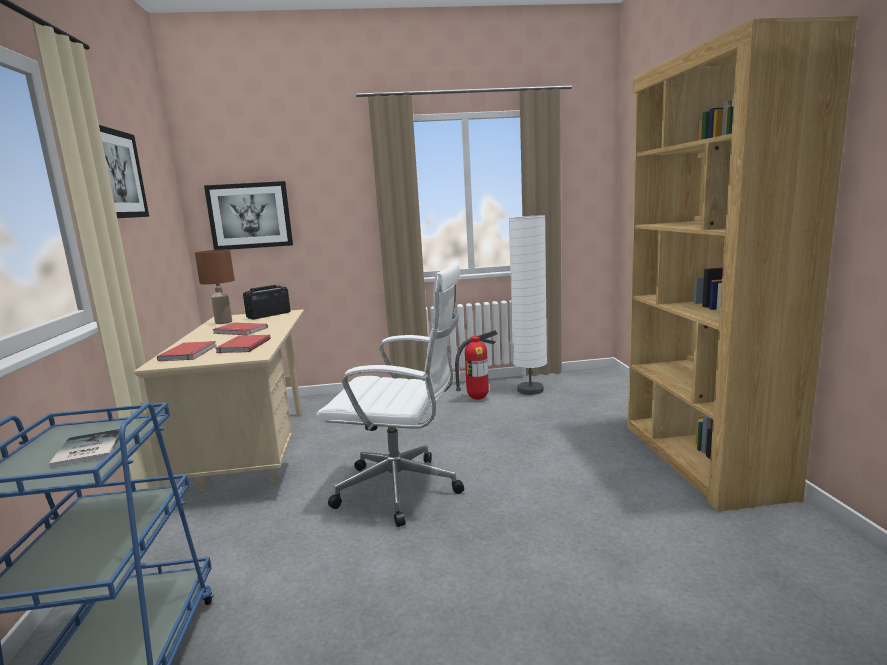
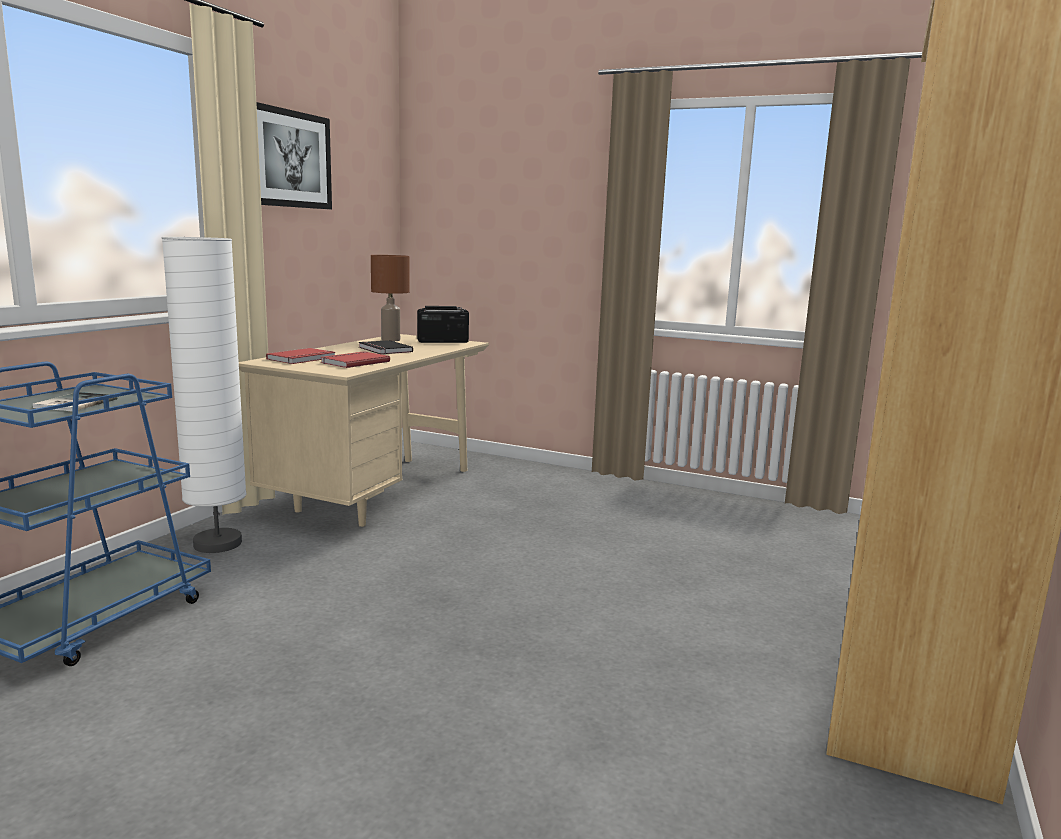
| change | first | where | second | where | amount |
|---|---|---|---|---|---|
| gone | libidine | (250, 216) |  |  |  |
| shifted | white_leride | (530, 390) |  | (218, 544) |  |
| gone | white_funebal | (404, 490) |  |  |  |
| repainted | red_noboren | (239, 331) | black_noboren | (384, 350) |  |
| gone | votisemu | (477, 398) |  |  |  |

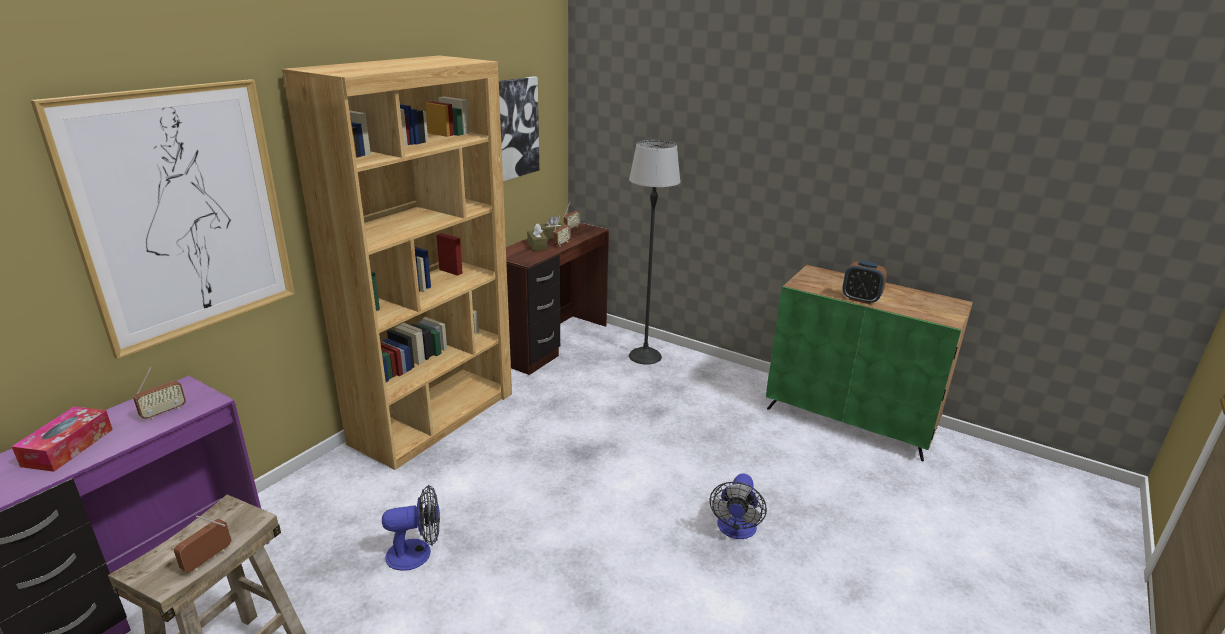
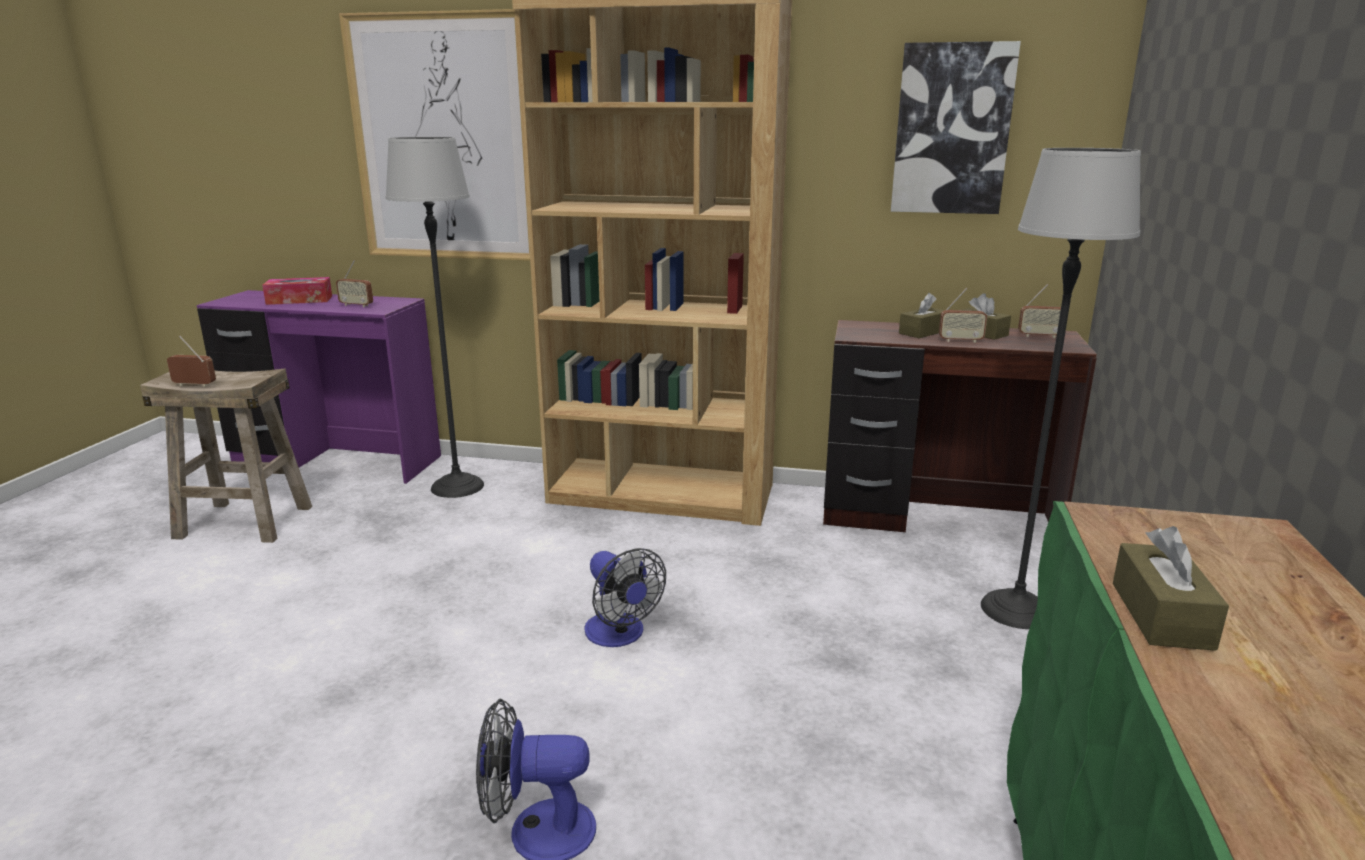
| change | first | where | second | where | amount |
|---|---|---|---|---|---|
| swapped | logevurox | (860, 299) | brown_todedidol | (1161, 615) |  |
| shifted | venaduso | (417, 553) |  | (620, 635) |  |
| new |  |  | leride | (458, 486) |  |

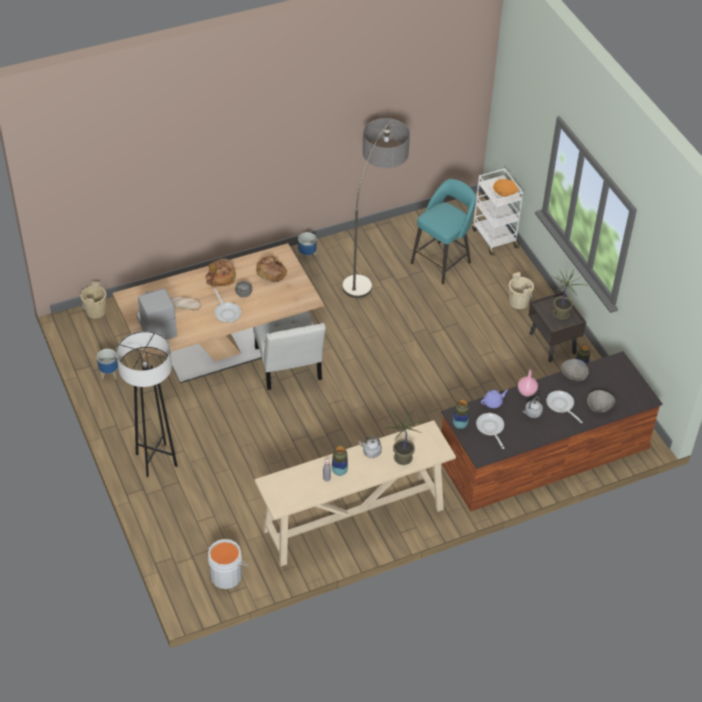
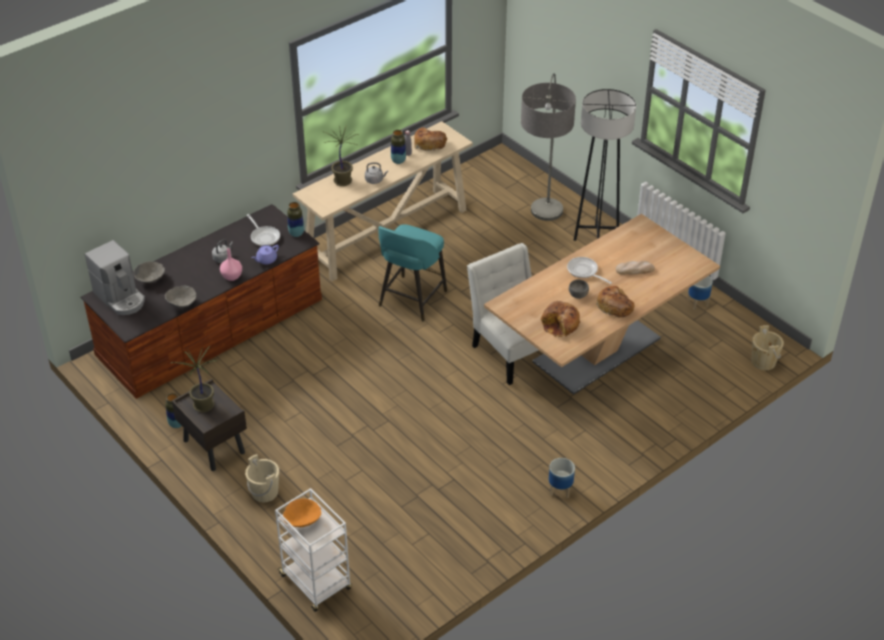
| change | first | where | second | where | amount |
|---|---|---|---|---|---|
| shifted | leride | (372, 265) |  | (542, 235) |  |
| shifted | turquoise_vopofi | (442, 262) |  | (411, 300) |  |
| shifted | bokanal | (155, 325) |  | (120, 297) |  |
| gone | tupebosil | (561, 405) |  |  |  |
| gone | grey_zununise | (227, 575) |  |  |  |
| new |  |  | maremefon | (429, 143) |  |

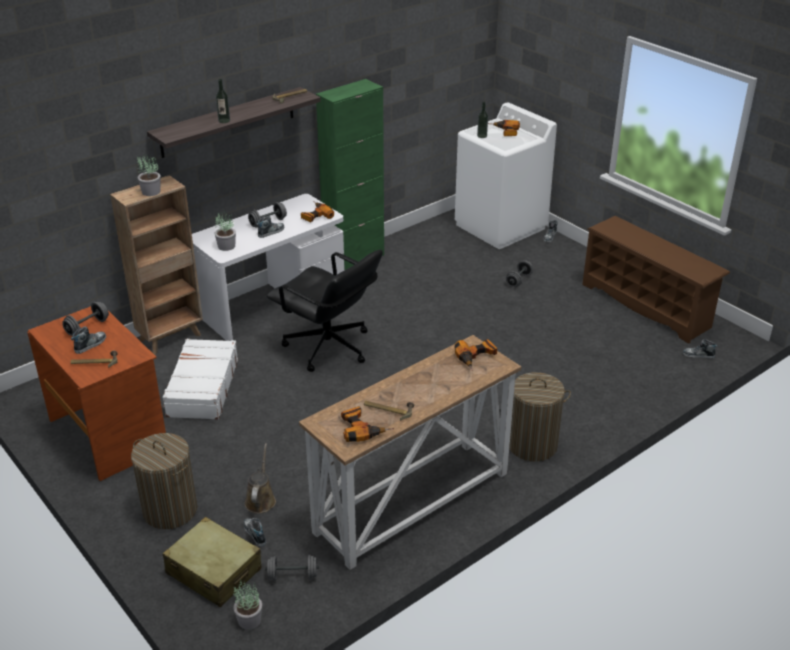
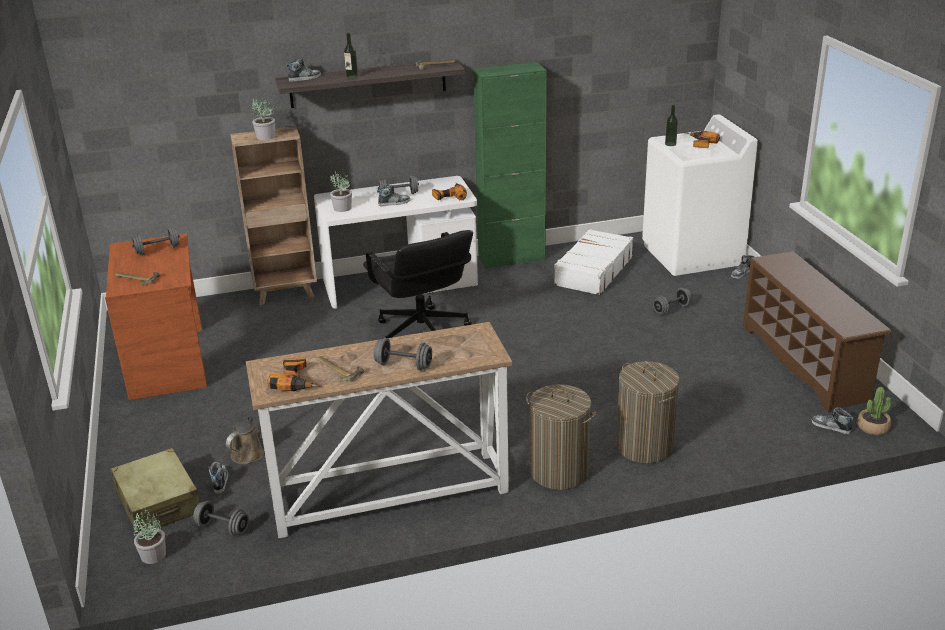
| change | first | where | second | where | amount |
|---|---|---|---|---|---|
| shifted | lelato | (90, 344) |  | (304, 78) |  |
| shifted | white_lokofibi | (202, 388) |  | (593, 271) |  |
| gone | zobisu | (477, 358) |  |  |  |
| shifted | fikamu | (170, 510) |  | (644, 446) |  |
| new |  |  | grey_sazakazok | (403, 365) |  |
| new |  |  | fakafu | (873, 427) |  |

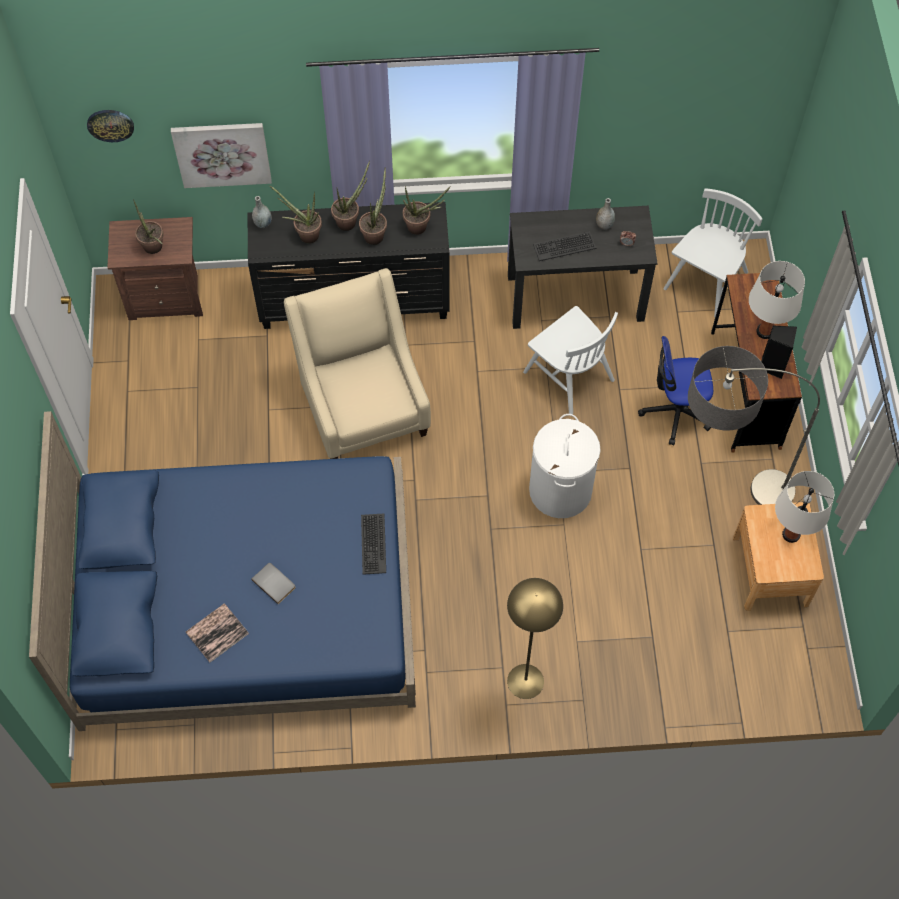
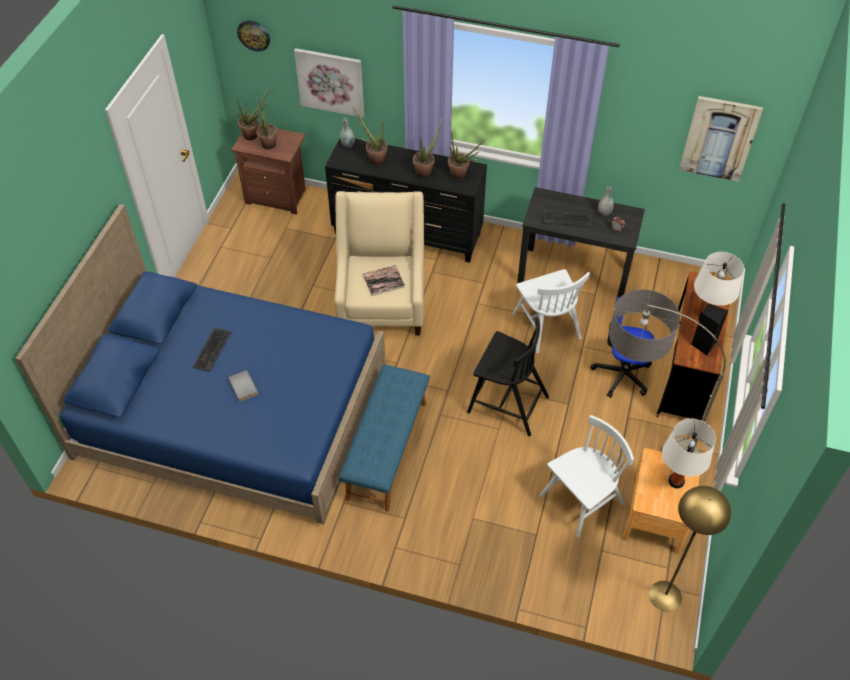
| change | first | where | second | where | amount |
|---|---|---|---|---|---|
| shifted | fakafu | (350, 220) |  | (254, 135) |  |
| shifted | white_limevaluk | (706, 281) |  | (581, 500) |  |
| swapped | white_fikamu | (560, 491) | black_limevaluk | (506, 404) |  |
| shifted | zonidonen | (373, 544) |  | (211, 349) |  |
| shifted | yellow_leride | (525, 681) |  | (665, 596) |  |
| shifted | noboren | (217, 633) |  | (383, 280) |  |
| new |  |  | libidine | (719, 138) |  |
| new |  |  | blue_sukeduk | (386, 450) |  |

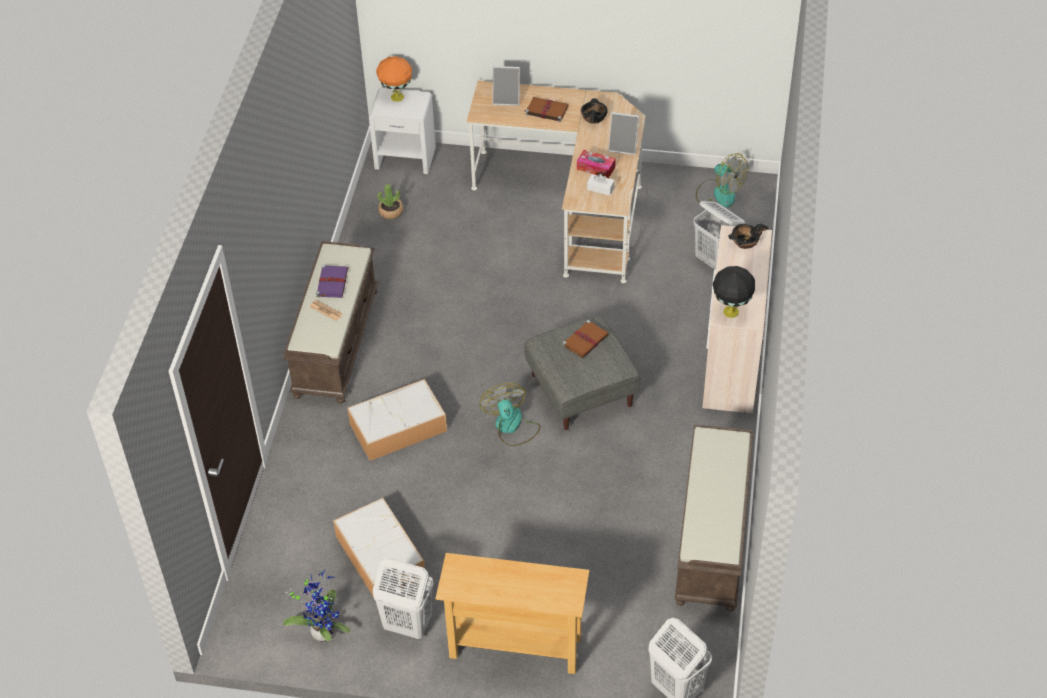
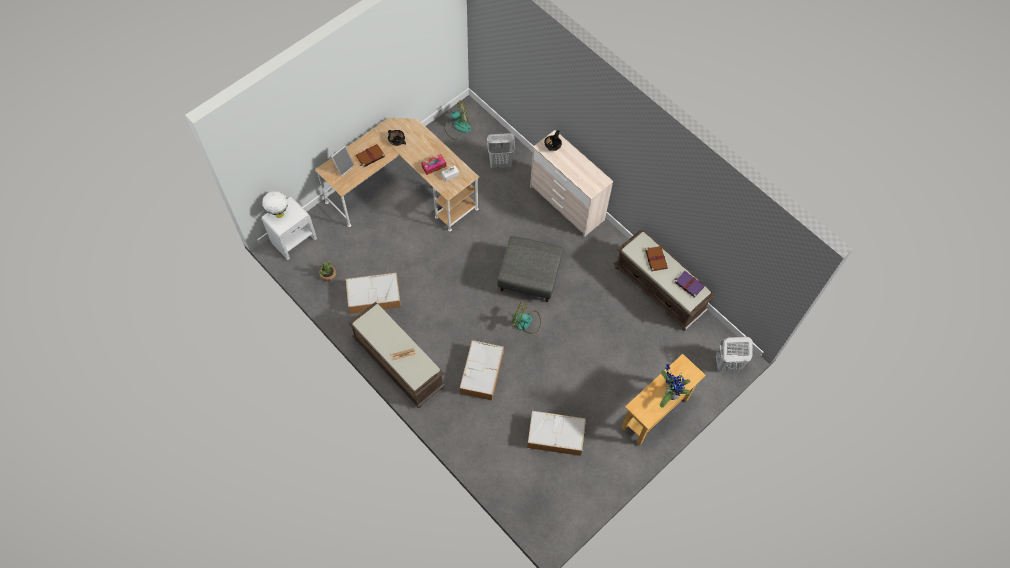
| change | first | where | second | where | amount |
|---|---|---|---|---|---|
| repainted | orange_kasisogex | (396, 97) | white_kasisogex | (279, 214) |  |
| gone | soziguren | (623, 147) |  |  |  |
| shifted | purple_noboren | (332, 282) |  | (688, 284) |  |
| gone | black_kasisogex | (731, 311) |  |  |  |
| shifted | brown_noboren | (586, 340) |  | (655, 258) |  |
| gone | white_fikamu | (407, 625) |  |  |  |
| shifted | fakafu | (323, 631) |  | (670, 393) |  |
| new |  |  | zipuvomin | (374, 296) |  |

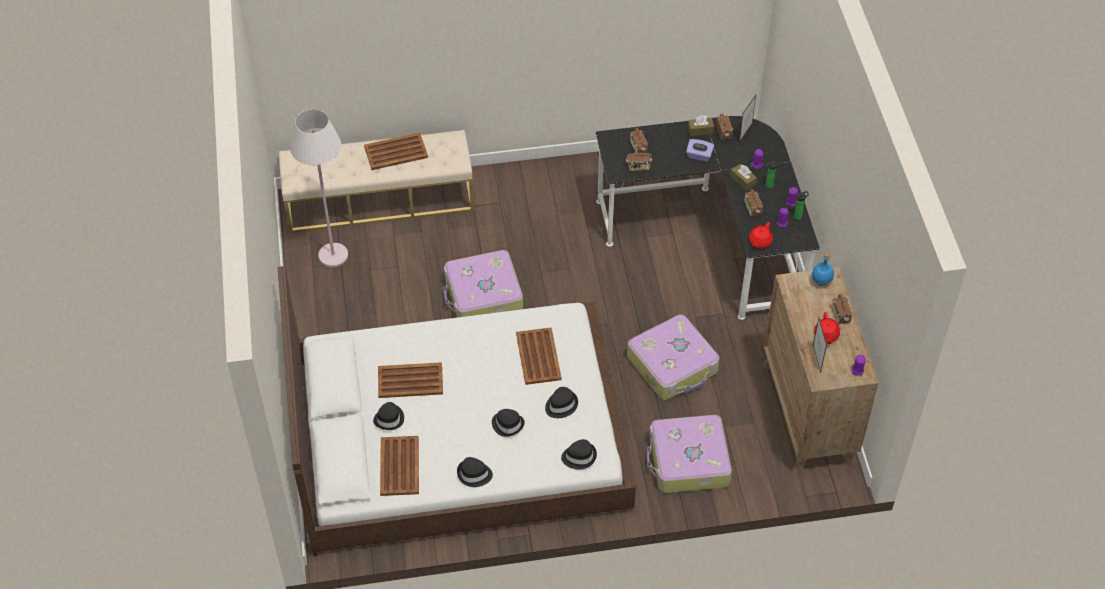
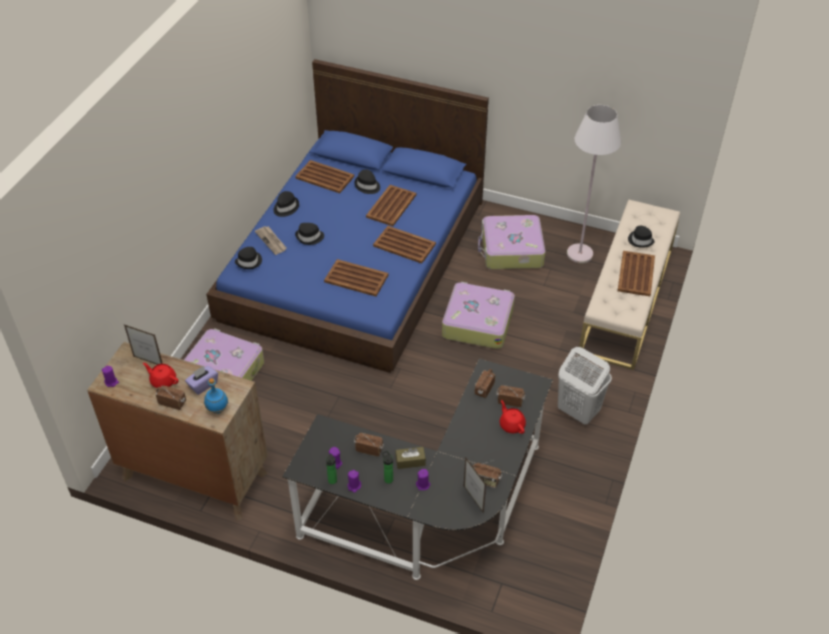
| change | first | where | second | where | amount |
|---|---|---|---|---|---|
| gone | brown_todedidol | (700, 130) |  |  |  |
| shifted | purple_todedidol | (699, 156) |  | (203, 385) |  |
| shifted | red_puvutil | (759, 242) |  | (511, 425) |  |
| repainted | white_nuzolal | (459, 436) | blue_nuzolal | (355, 258) |  |
| shifted | lokofibi | (673, 365) |  | (511, 250) |  |
| shifted | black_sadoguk | (561, 405) |  | (640, 240) |  |
| new |  |  | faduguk | (271, 241) |  |
| new |  |  | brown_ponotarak | (404, 245) |  |
| new |  |  | white_fikamu | (577, 411) |  |

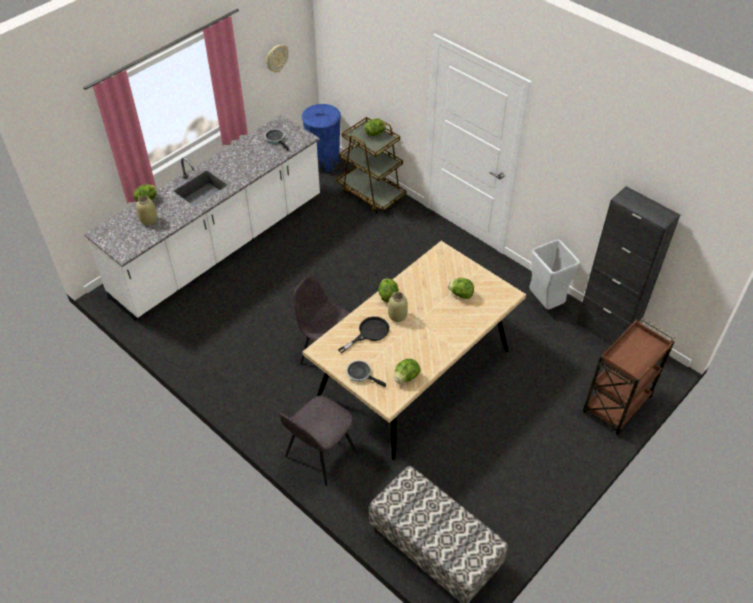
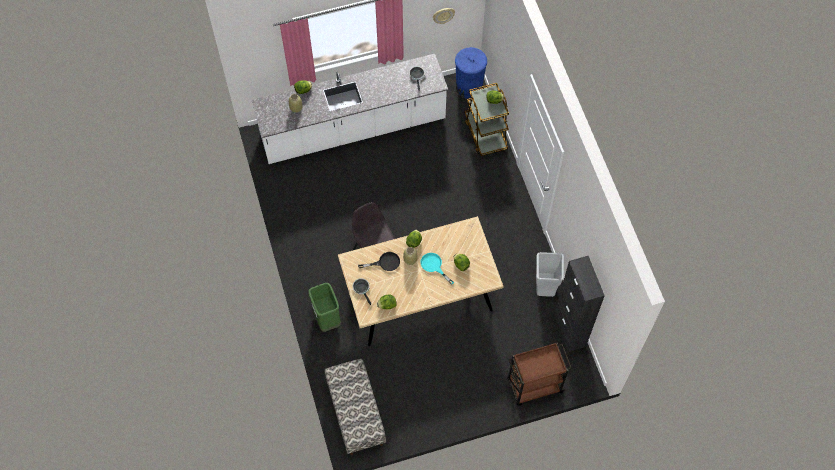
| change | first | where | second | where | amount |
|---|---|---|---|---|---|
| swapped | grey_limevaluk | (319, 455) | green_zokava | (327, 319) |  |
| new |  |  | turquoise_tupebosil | (434, 266) |  |

